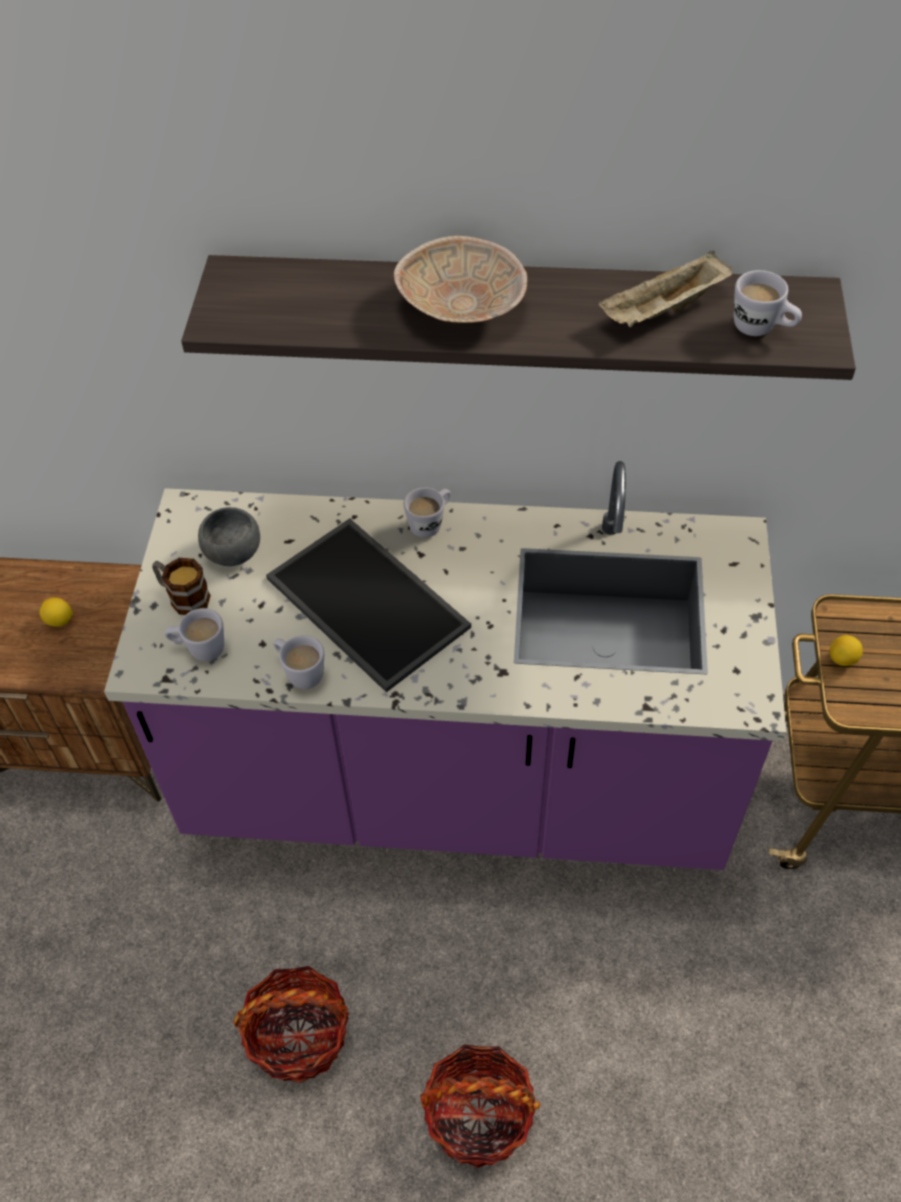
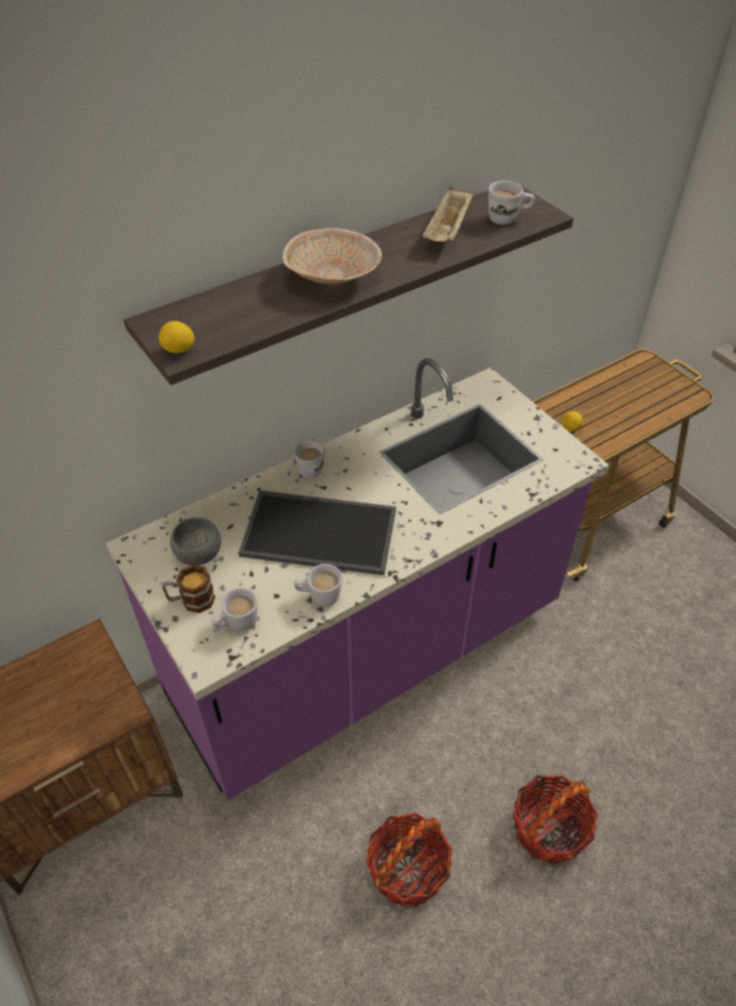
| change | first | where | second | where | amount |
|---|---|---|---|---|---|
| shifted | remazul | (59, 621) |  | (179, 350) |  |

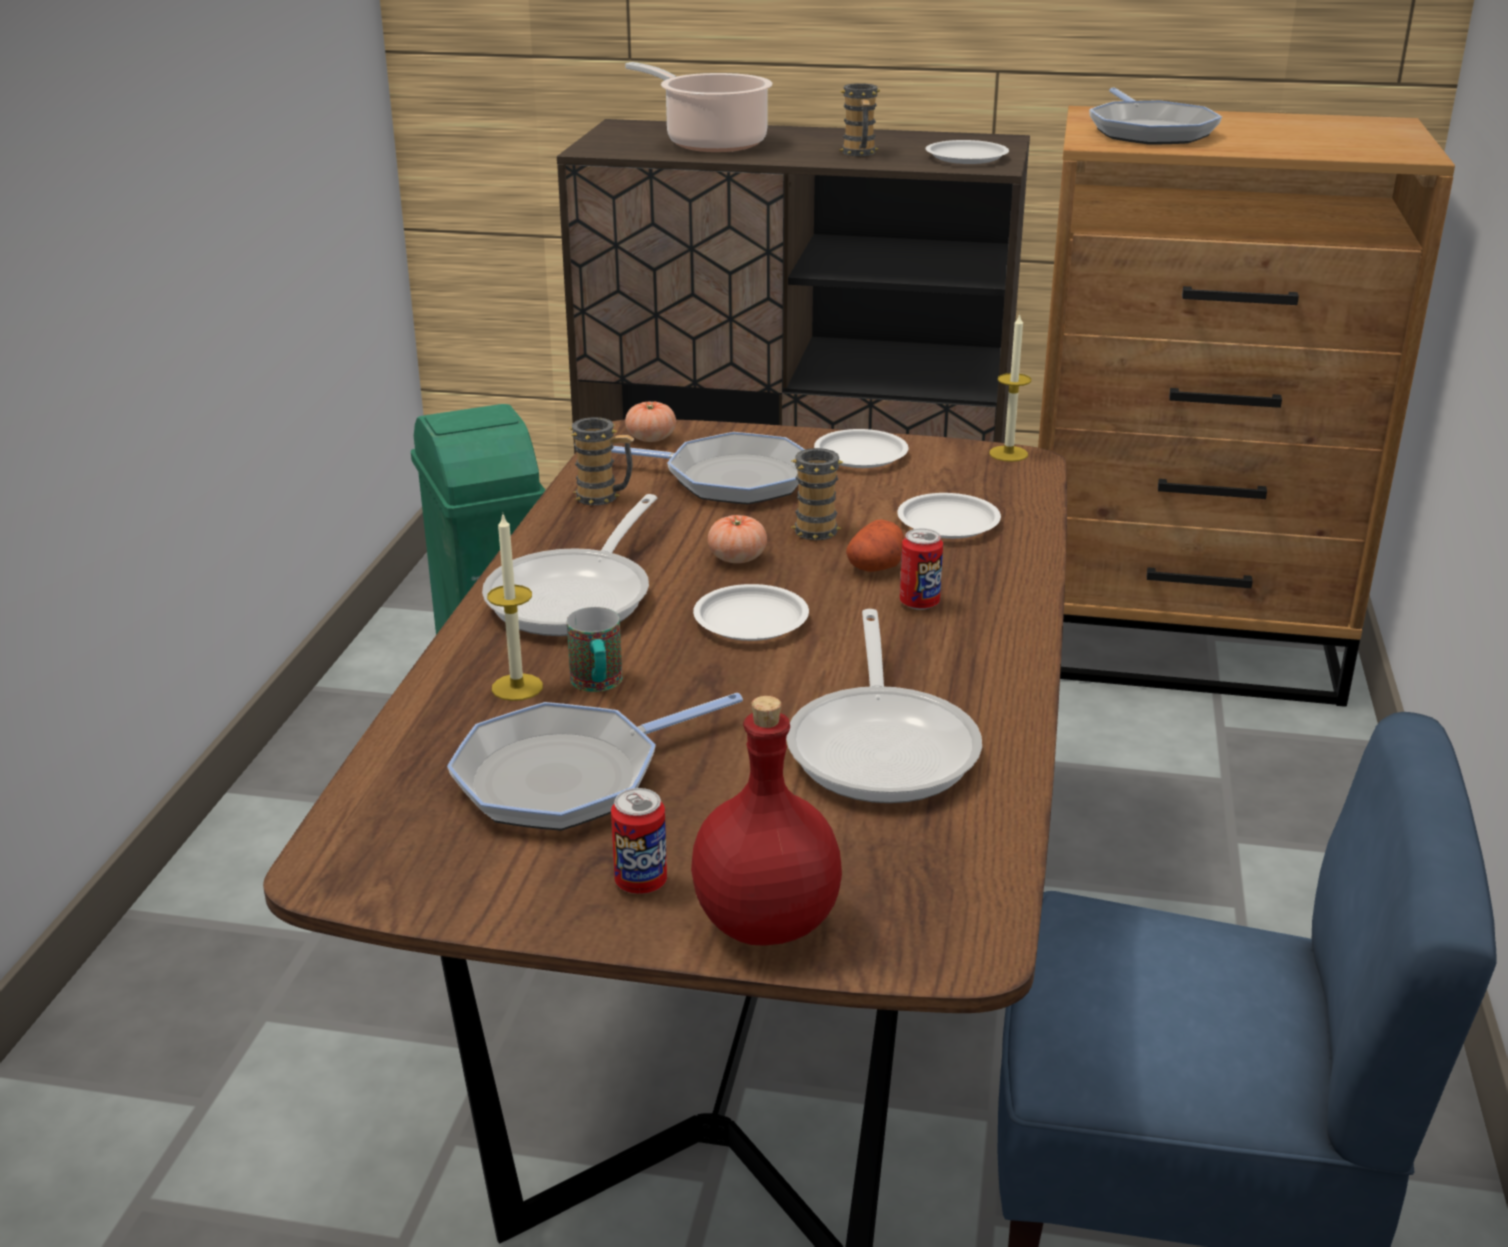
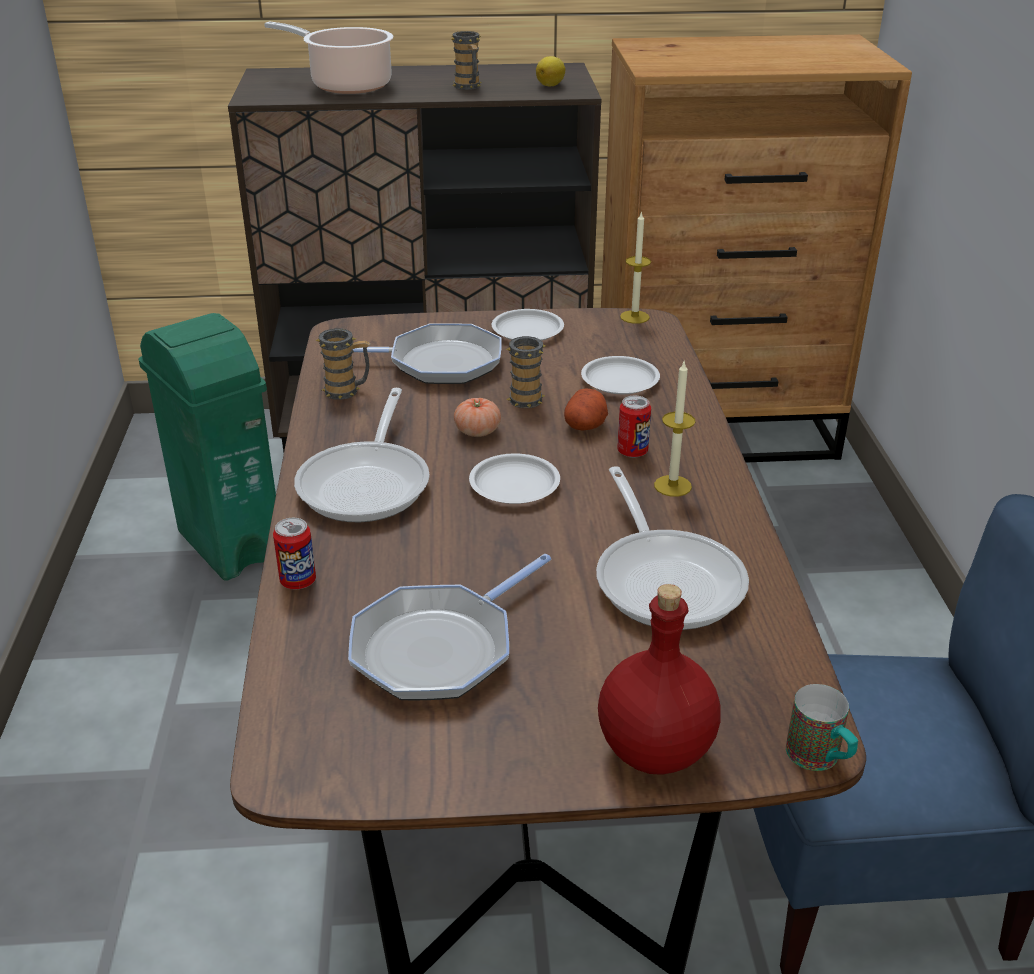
| change | first | where | second | where | amount |
|---|---|---|---|---|---|
| gone | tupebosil | (1149, 131) |  |  |  |
| swapped | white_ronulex | (966, 158) | remazul | (551, 85) |  |
| gone | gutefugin | (651, 438) |  |  |  |
| shifted | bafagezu | (517, 687) |  | (672, 486) |  |
| shifted | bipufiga | (598, 685) |  | (820, 760) |  |
| shifted | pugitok | (641, 882) |  | (298, 581) |  |

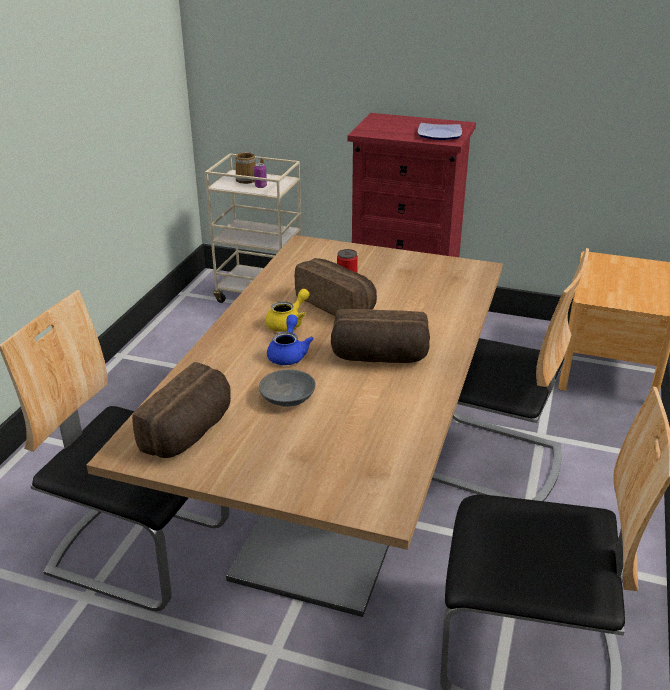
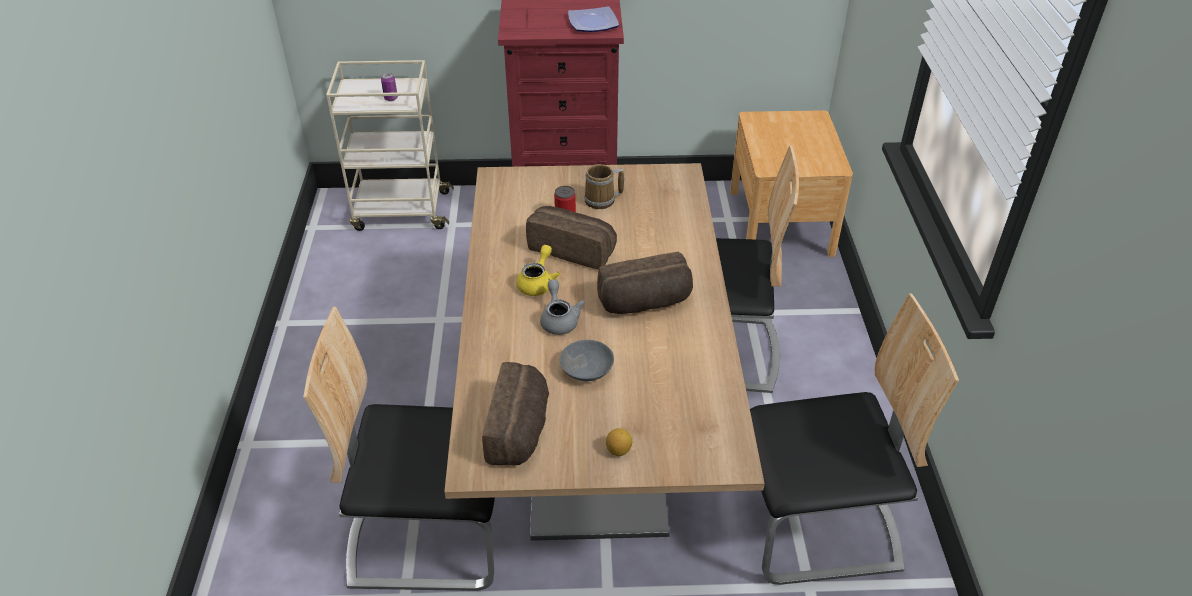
| change | first | where | second | where | amount |
|---|---|---|---|---|---|
| shifted | bipufiga | (248, 180) |  | (602, 200) |  |
| repainted | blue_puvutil | (288, 354) | grey_puvutil | (559, 319) |  |
| new |  |  | remazul | (618, 450) |  |

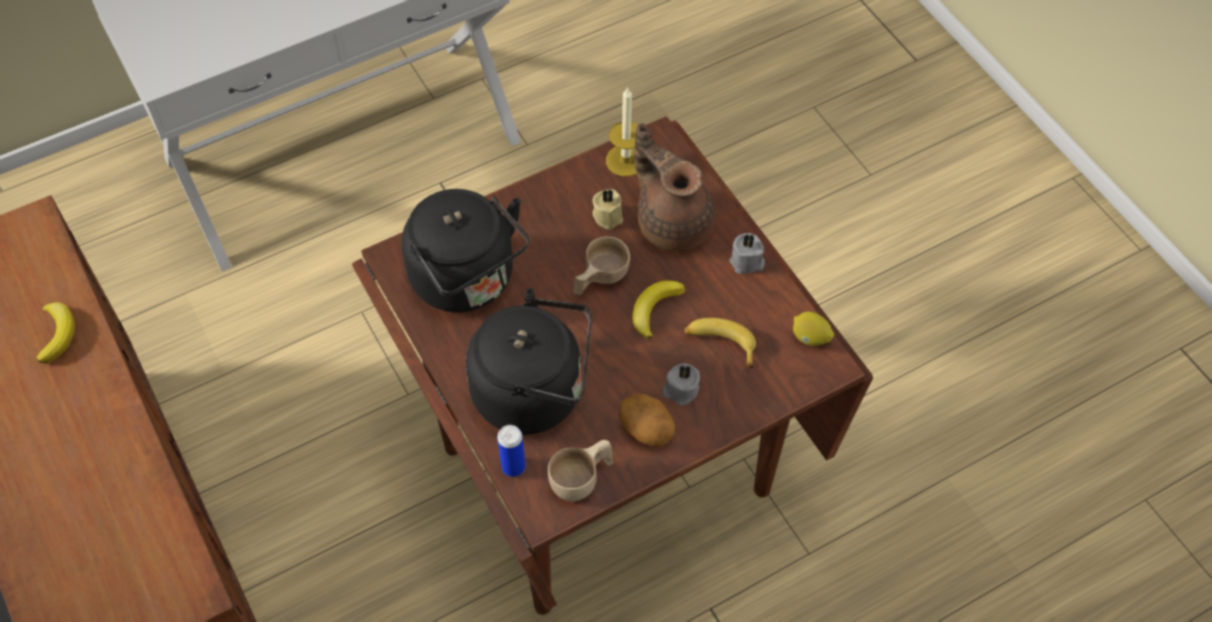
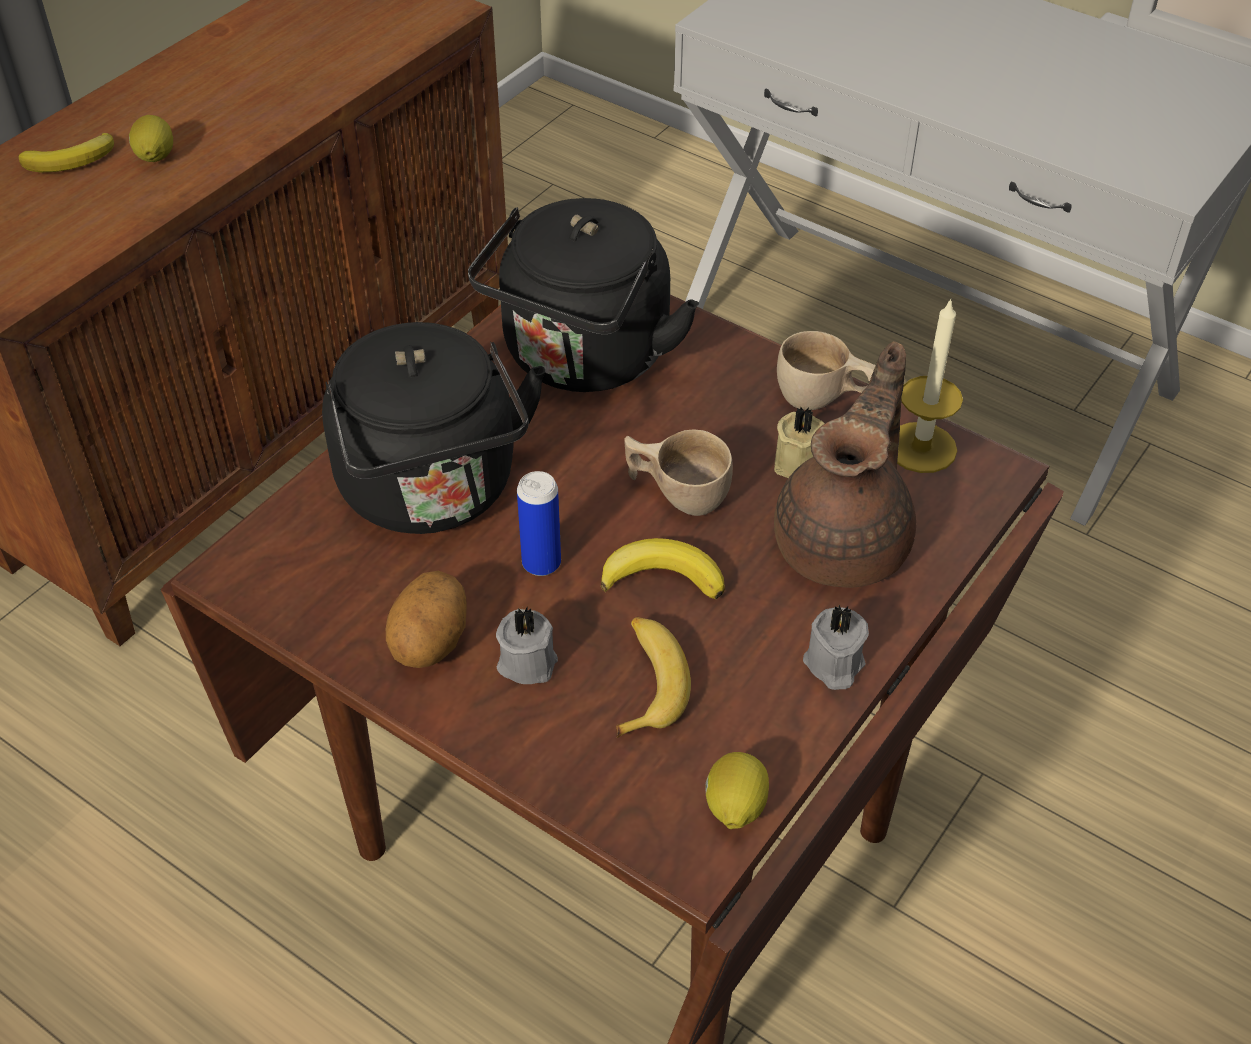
| change | first | where | second | where | amount |
|---|---|---|---|---|---|
| shifted | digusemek | (57, 333) |  | (72, 160) |  |
| shifted | pugitok | (513, 467) |  | (541, 563) |  |
| shifted | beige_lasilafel | (582, 480) |  | (823, 401) |  |
| new |  |  | remazul | (155, 158) |  |

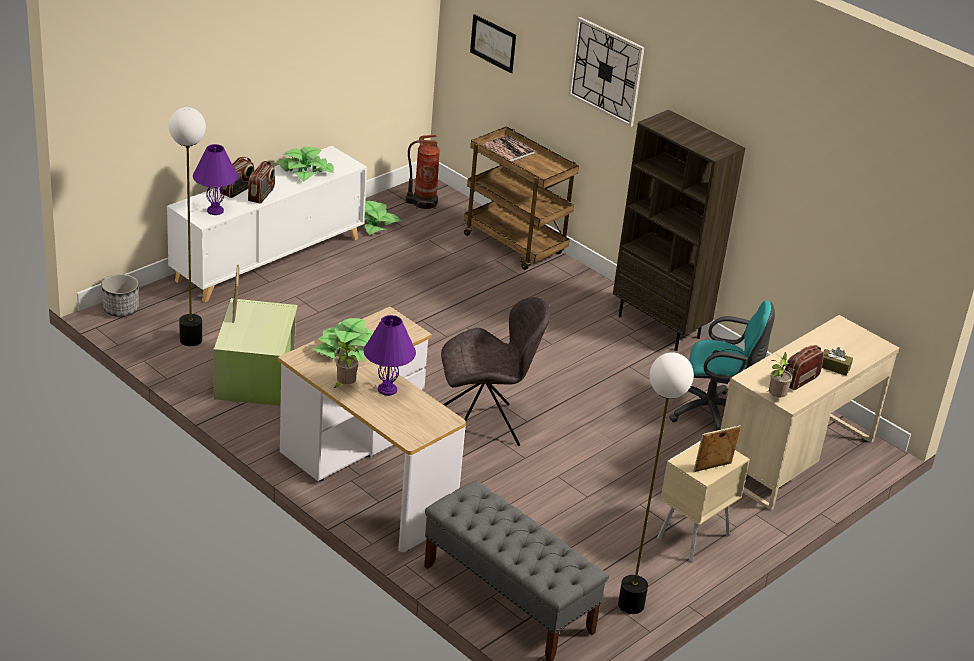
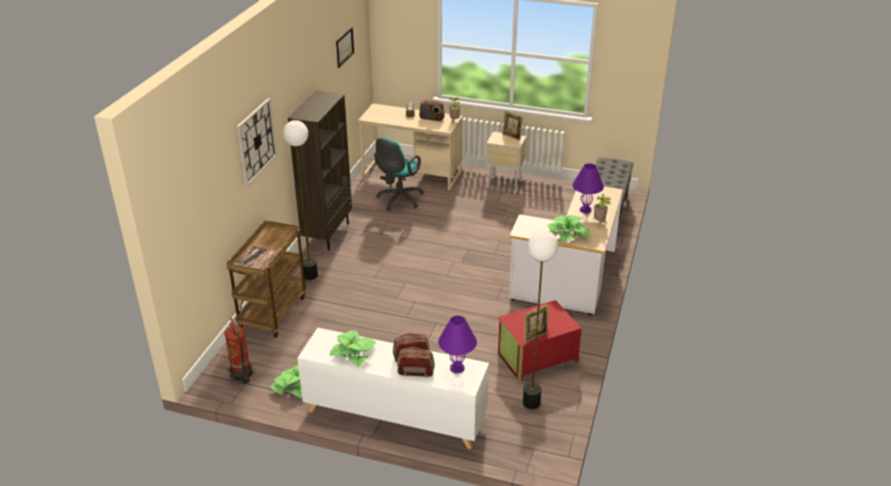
| change | first | where | second | where | amount |
|---|---|---|---|---|---|
| shifted | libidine | (493, 43) |  | (344, 47) |  |
| gone | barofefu | (120, 309) |  |  |  |
| gone | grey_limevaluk | (484, 426) |  |  |  |
| repainted | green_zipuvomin | (256, 376) | red_zipuvomin | (536, 356) |  |
| rotated | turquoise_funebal | (713, 413) |  | (398, 200) | 135 degrees counterclockwise |
| shifted | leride | (631, 605) |  | (310, 275) |  |

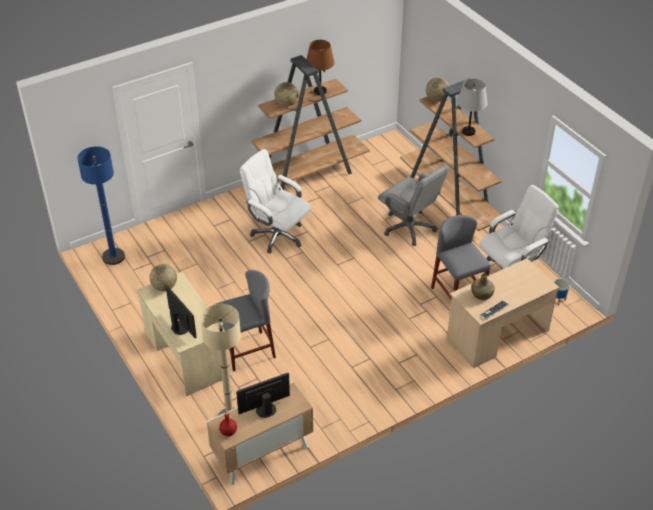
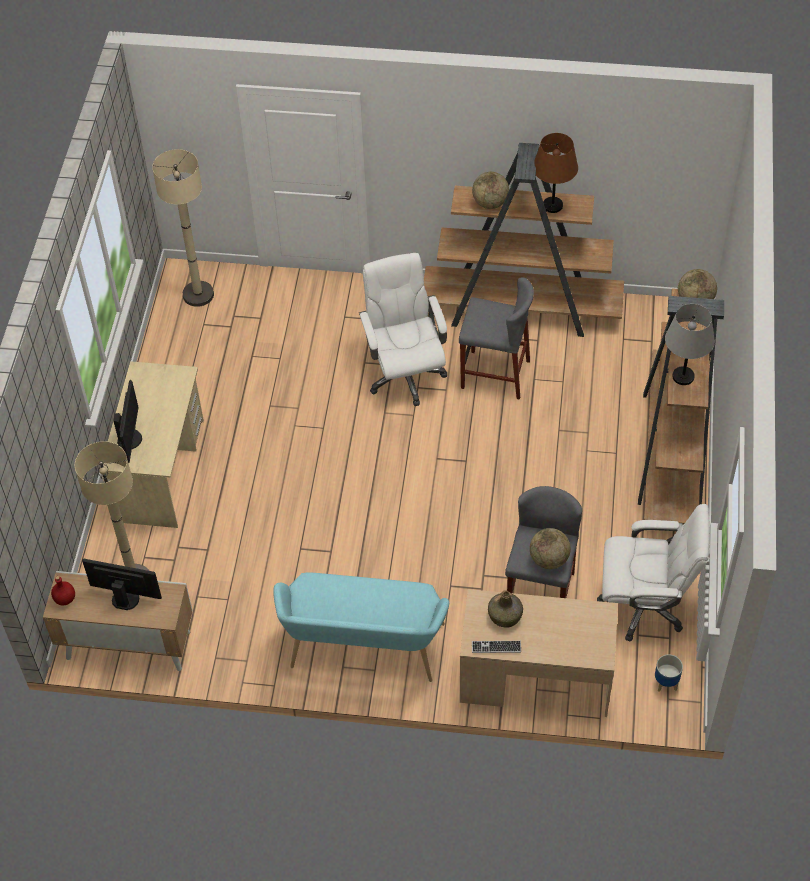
| change | first | where | second | where | amount |
|---|---|---|---|---|---|
| repainted | blue_leride | (113, 257) | beige_leride | (198, 294) |  |
| gone | grey_funebal | (409, 228) |  |  |  |
| shifted | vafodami | (164, 287) |  | (549, 559) |  |
| shifted | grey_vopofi | (247, 351) |  | (495, 374) |  |
| new |  |  | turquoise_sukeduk | (363, 651) |  |

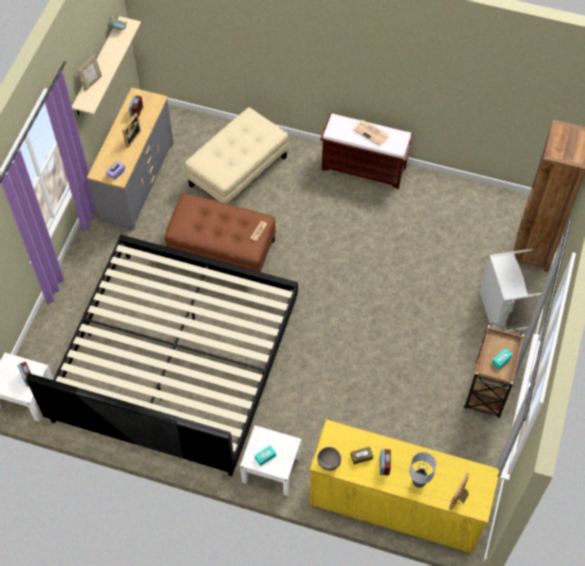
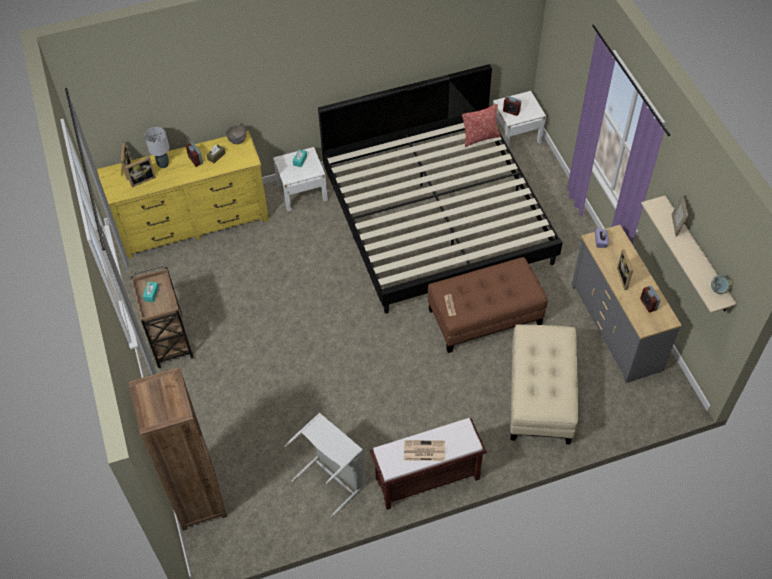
| change | first | where | second | where | amount |
|---|---|---|---|---|---|
| shifted | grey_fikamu | (499, 310) |  | (333, 478) |  |
| new |  |  | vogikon | (480, 138) |  |
| new |  |  | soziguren | (142, 179) |  |

